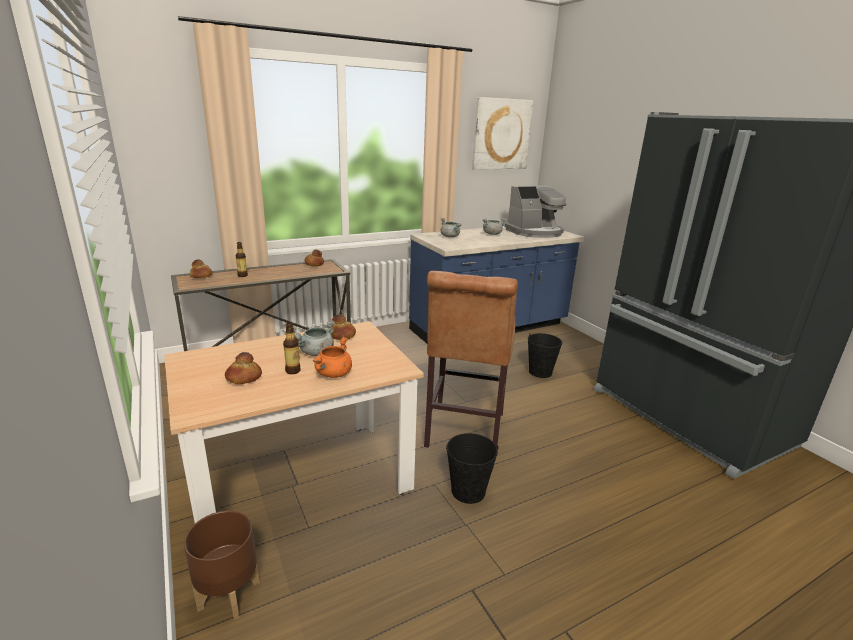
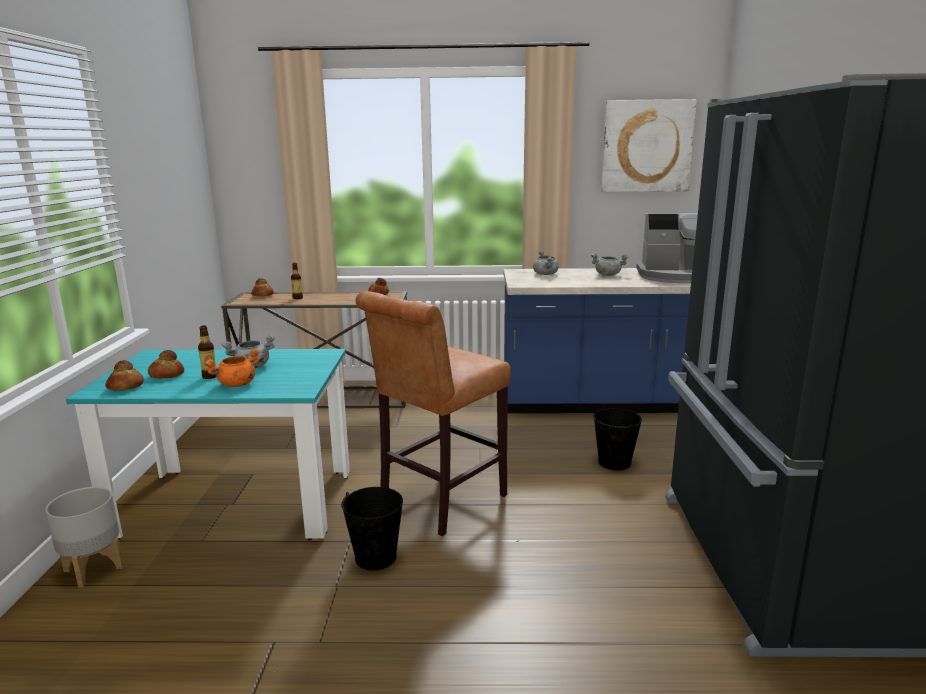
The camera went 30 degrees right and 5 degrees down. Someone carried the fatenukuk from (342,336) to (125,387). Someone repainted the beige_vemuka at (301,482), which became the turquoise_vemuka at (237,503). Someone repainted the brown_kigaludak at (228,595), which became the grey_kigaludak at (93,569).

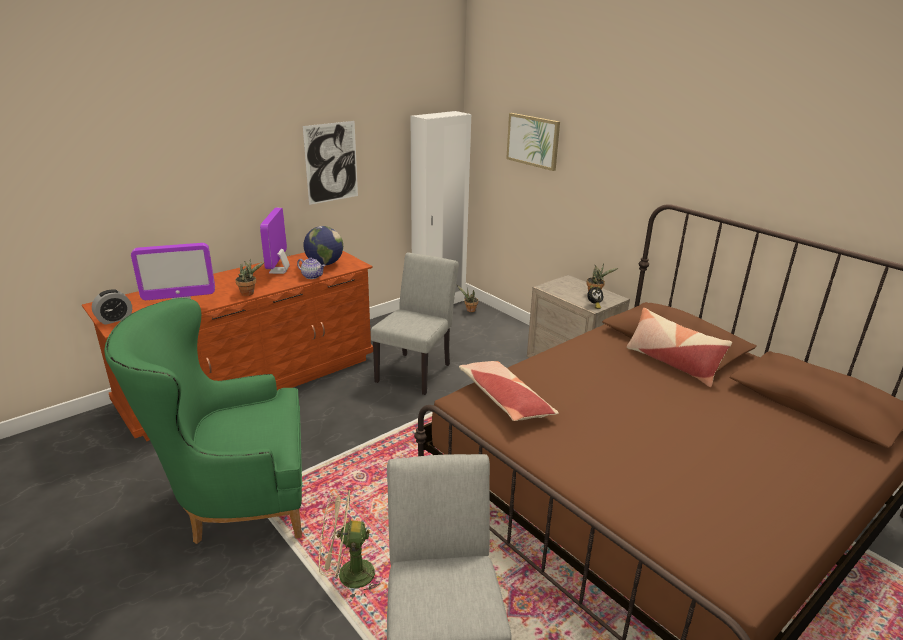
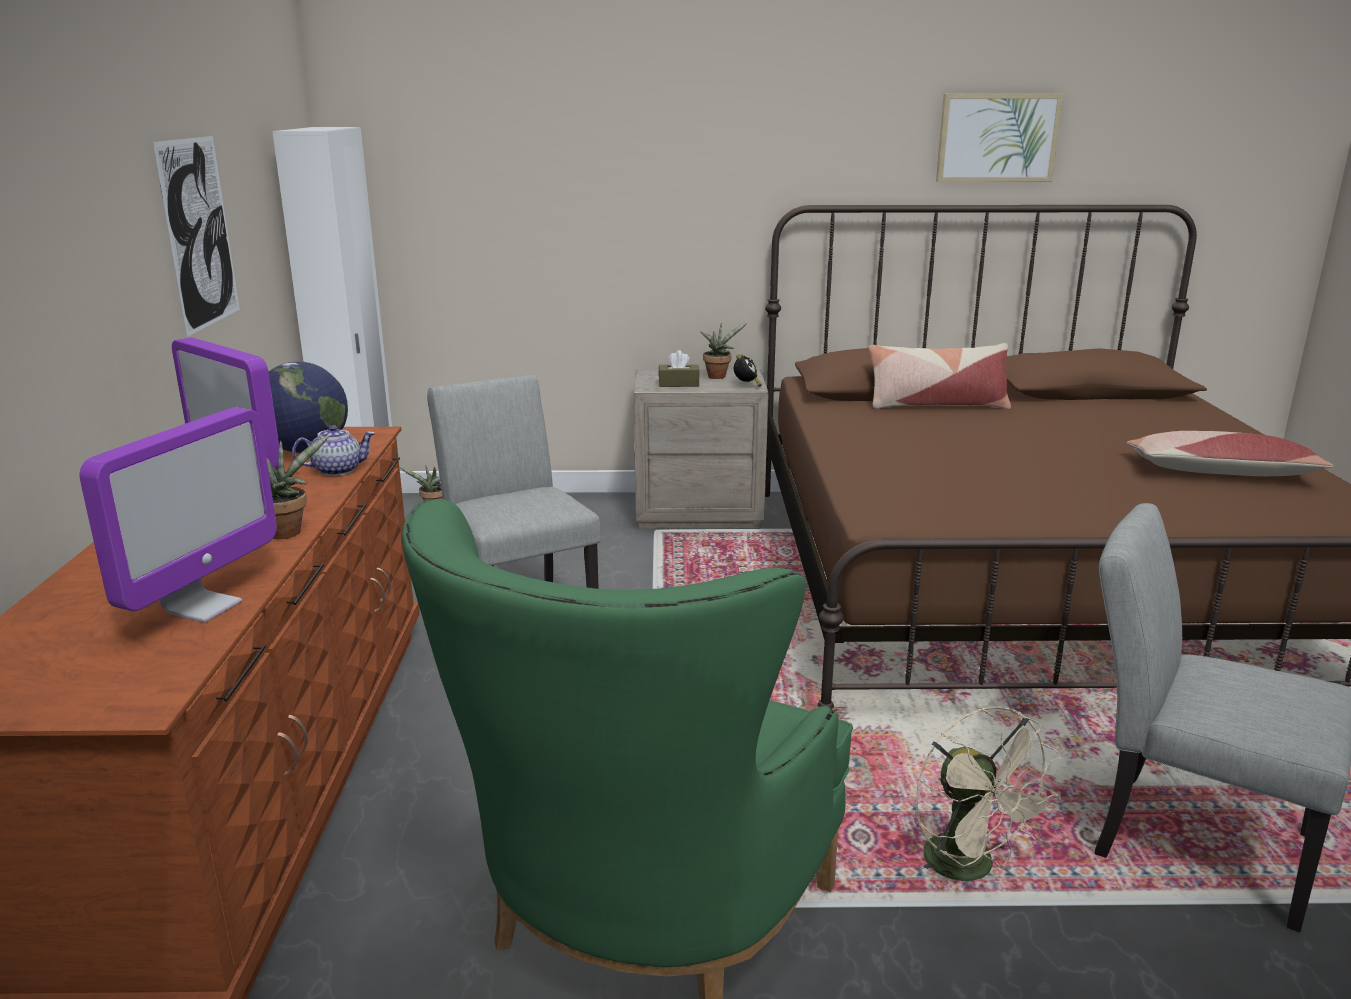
The camera went 50 degrees left and 5 degrees down. Someone took away the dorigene at (115,319). Someone put down the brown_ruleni at (678,384). Someone carried the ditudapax from (504,399) to (1220,473). Someone carried the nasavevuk from (533,141) to (997,138). Someone rotated the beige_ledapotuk at (347,576) by 60 degrees counterclockwise.

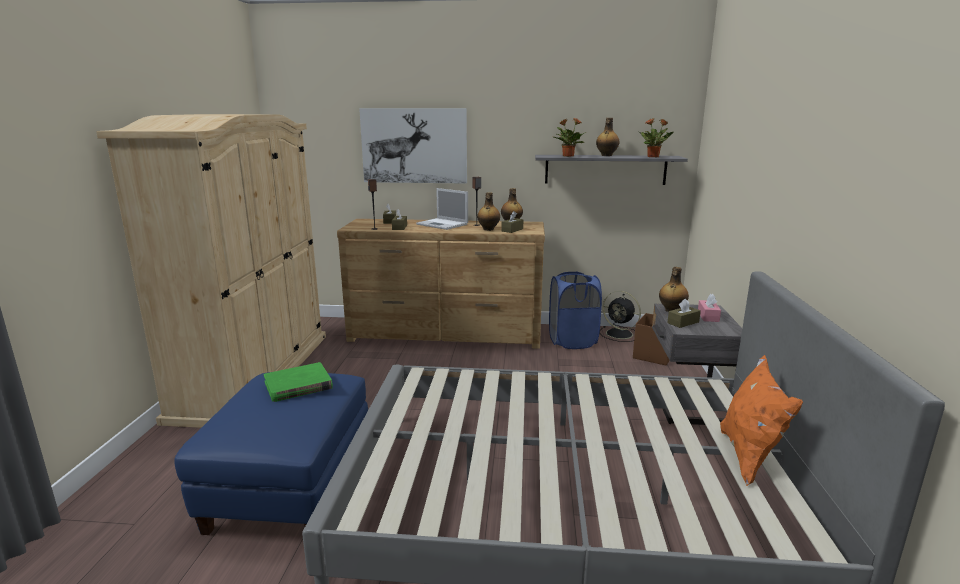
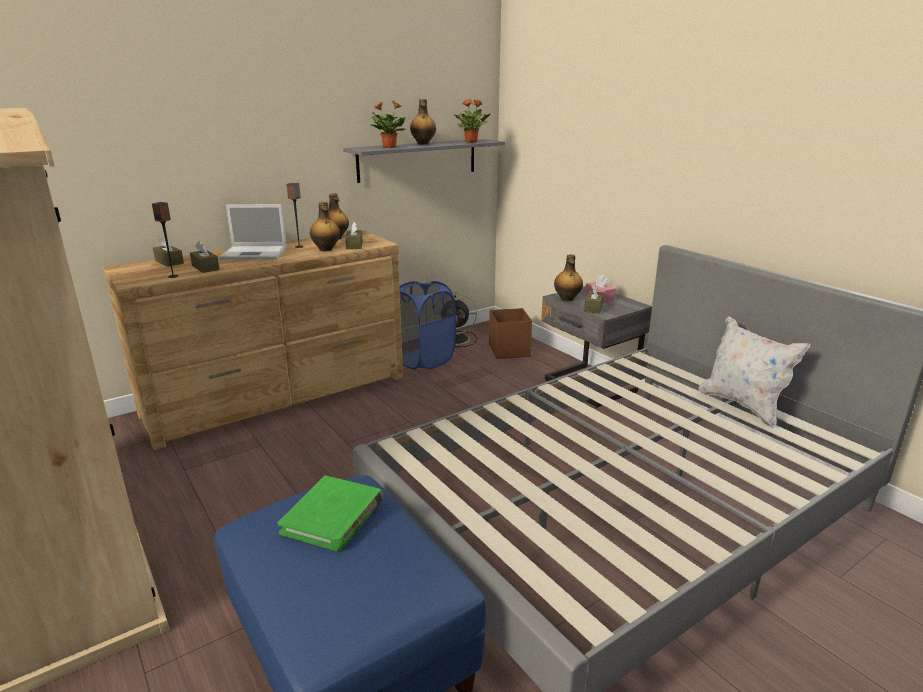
The camera went 40 degrees left and 5 degrees up. Someone took away the nasavevuk at (414,146). Someone repainted the orange_ditudapax at (749,456), which became the white_ditudapax at (742,406).

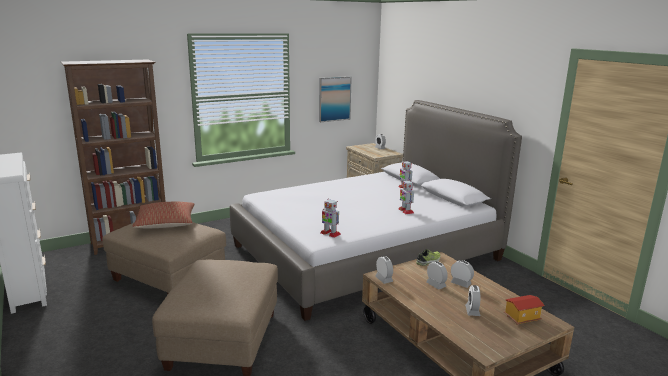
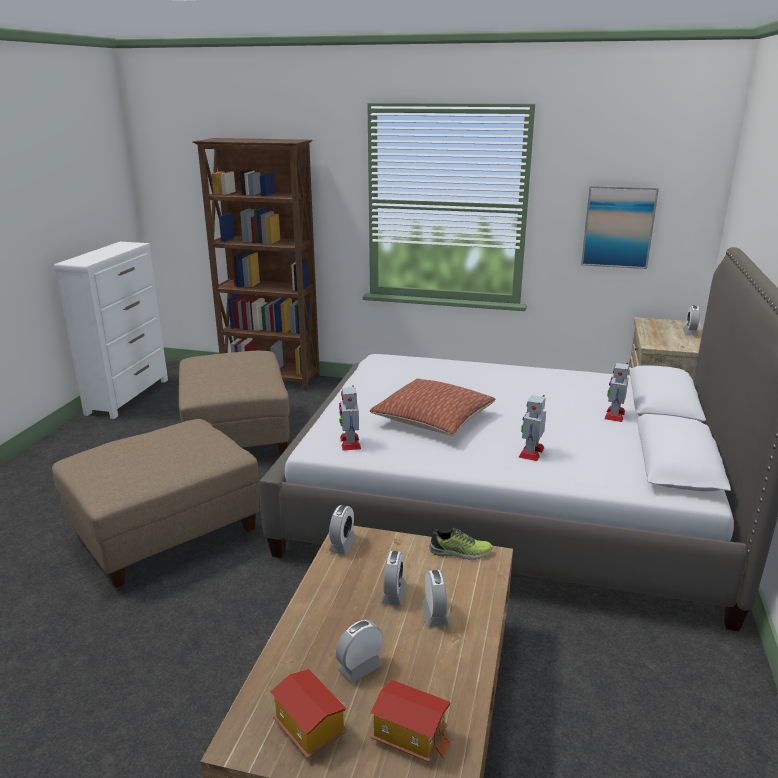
The camera went 45 degrees right and 5 degrees up. Someone put down the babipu at (308,729). Someone carried the ditudapax from (166,223) to (433,420).

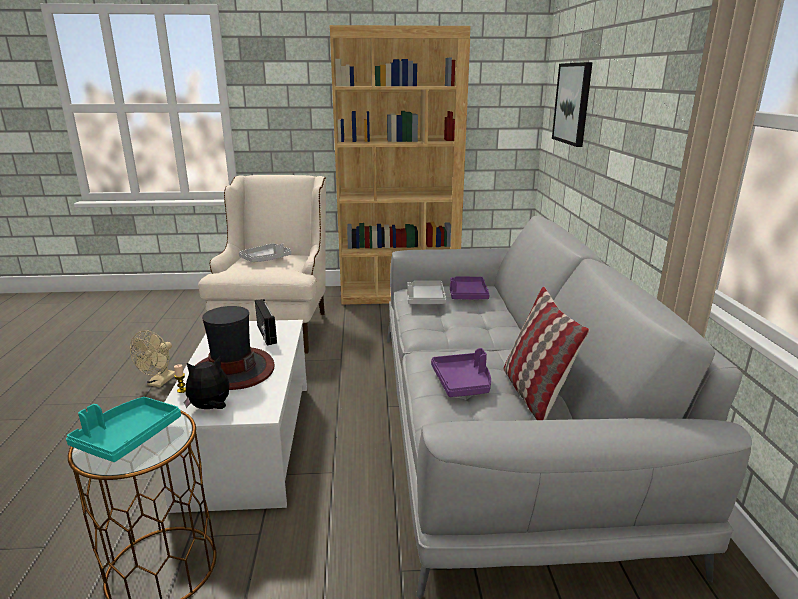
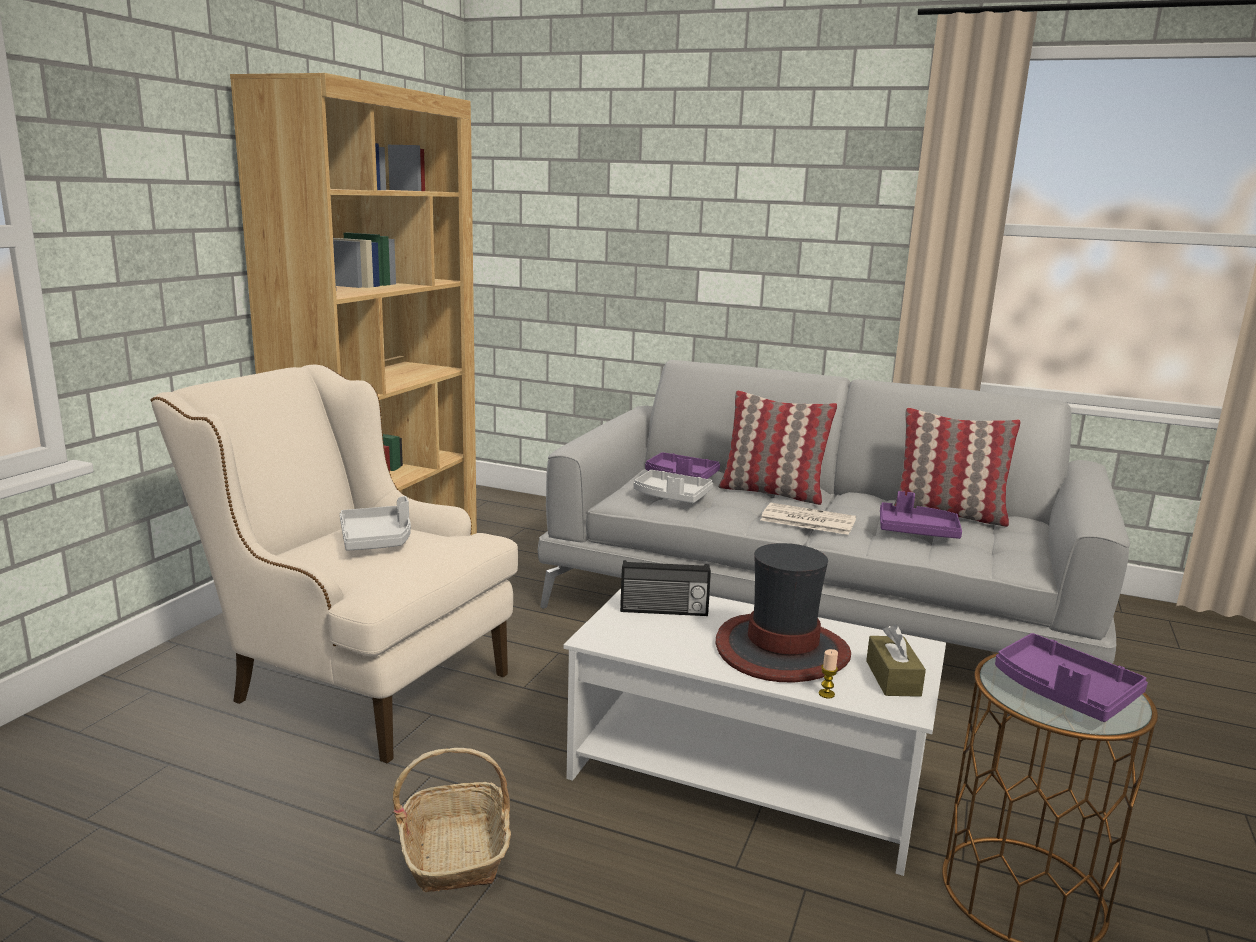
The camera went 65 degrees left and 5 degrees down. Someone took away the nasavevuk at (573,103). Someone put down the ditudapax at (772,492). Someone put down the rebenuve at (806,520). Someone swapped the beige_ledapotuk at (159,382) for the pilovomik at (456,850). Someone swapped the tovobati at (211,408) for the brown_ruleni at (893,678). Someone repainted the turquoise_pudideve at (127,437), which became the purple_pudideve at (1063,692).

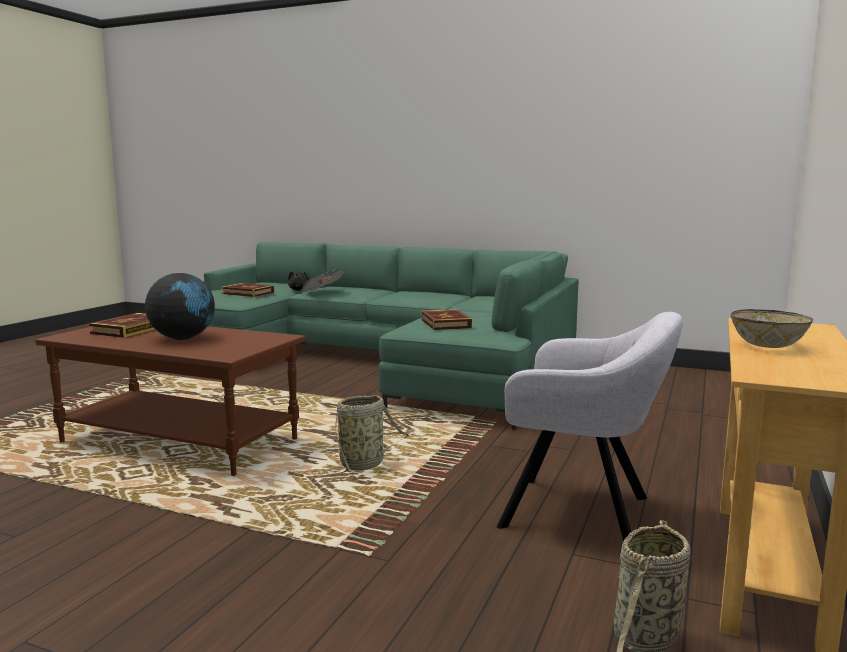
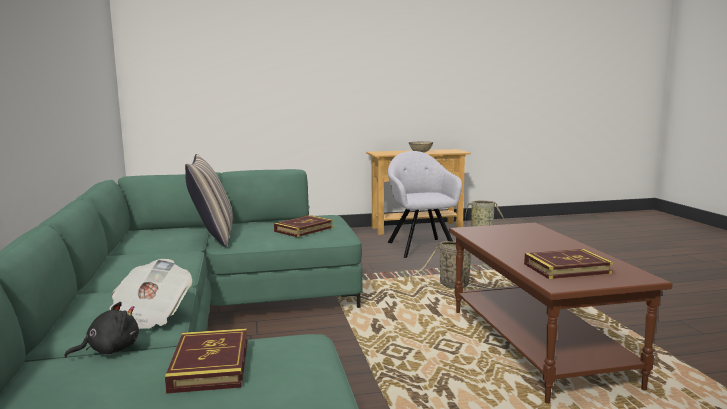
The camera went 125 degrees left and 0 degrees up. Someone took away the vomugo at (182,338). Someone put down the ditudapax at (213,237).

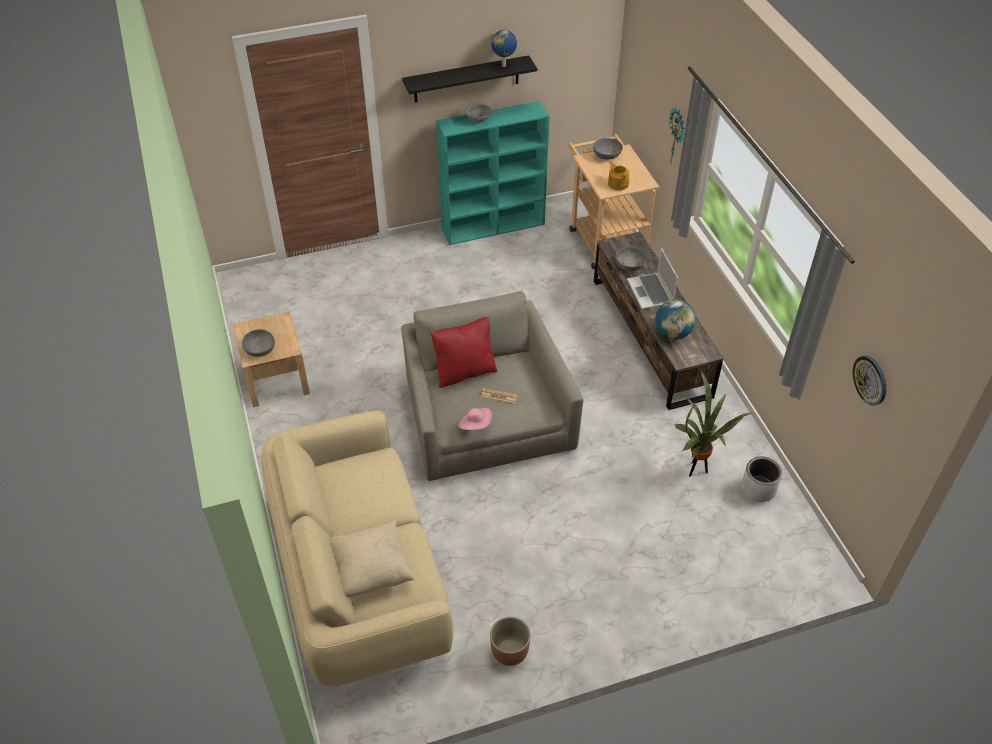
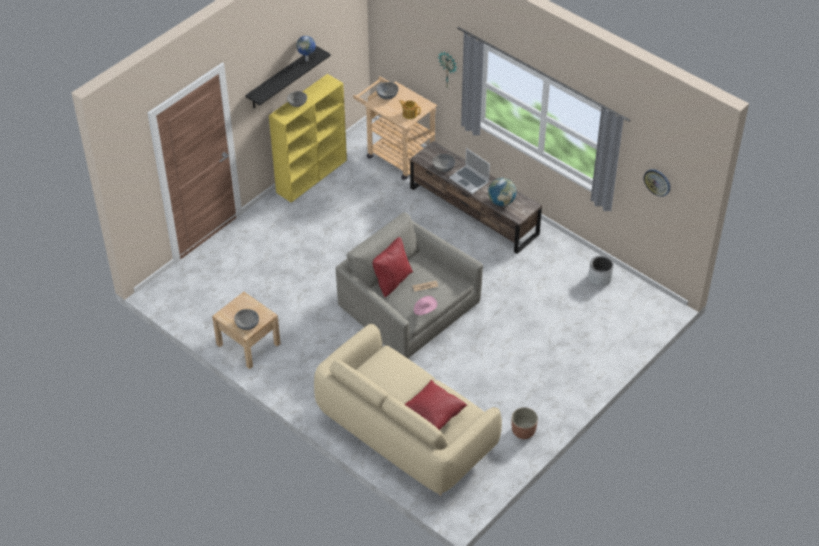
The camera went 30 degrees left and 0 degrees up. Someone took away the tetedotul at (696,469). Someone repainted the beige_ditudapax at (371,570), which became the red_ditudapax at (433,415). Someone repainted the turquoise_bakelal at (494,226), which became the yellow_bakelal at (312,175).

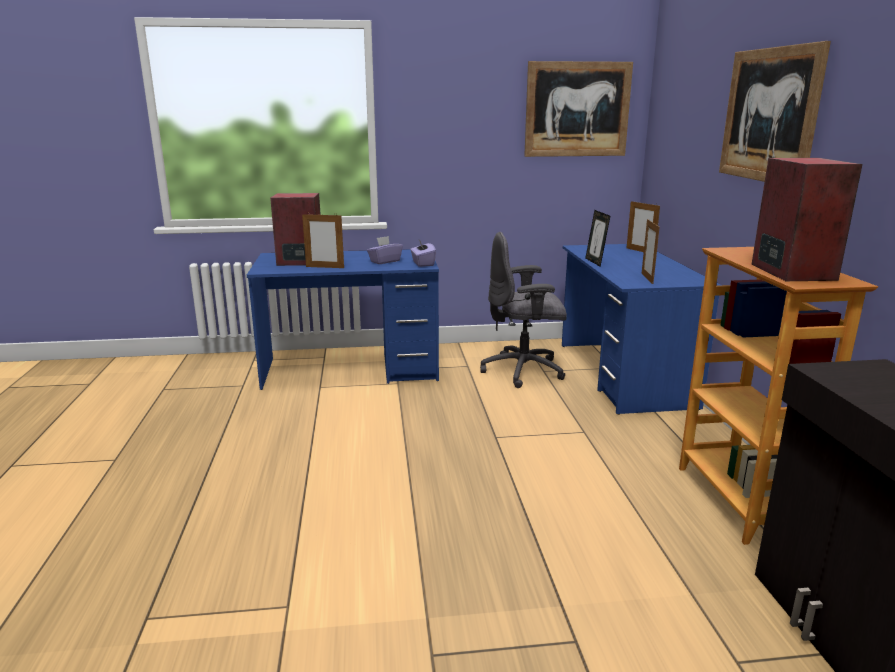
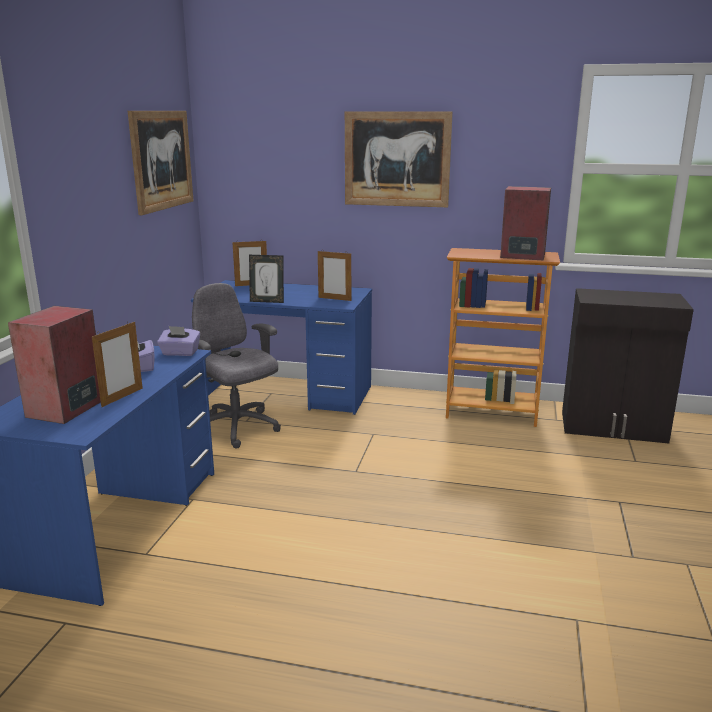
The camera went 70 degrees left and 0 degrees up. Someone rotated the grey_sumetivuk at (524,371) by 120 degrees clockwise.

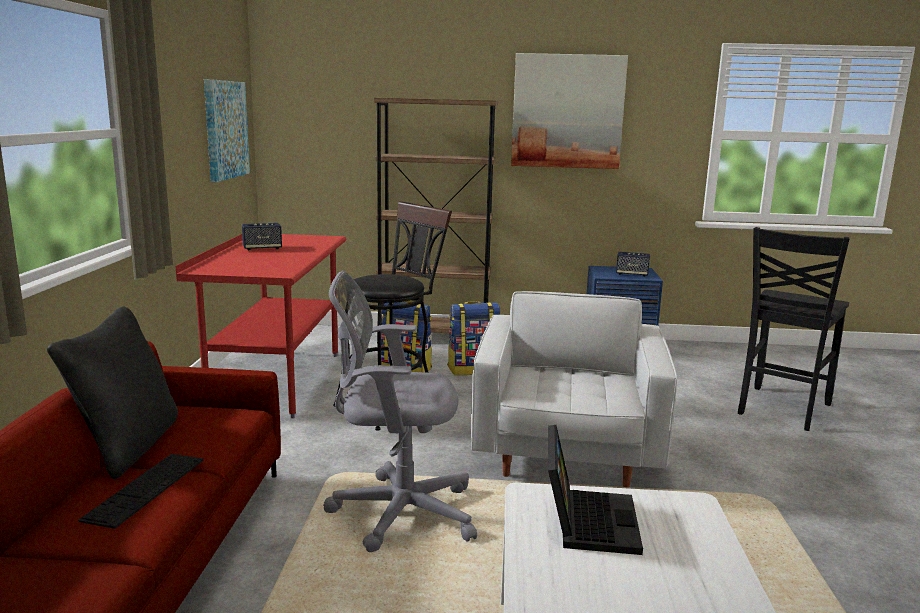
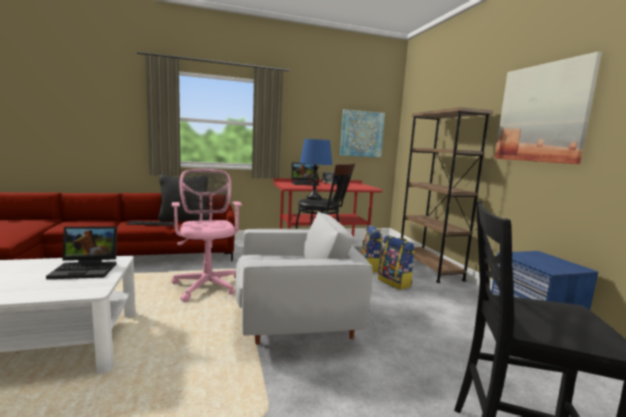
The camera went 70 degrees right and 5 degrees down. Someone took away the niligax at (632,274). Someone put down the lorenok at (305,183). Someone put down the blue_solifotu at (314,198). Someone repainted the grey_sumetivuk at (397,512), which became the pink_sumetivuk at (207,284).

